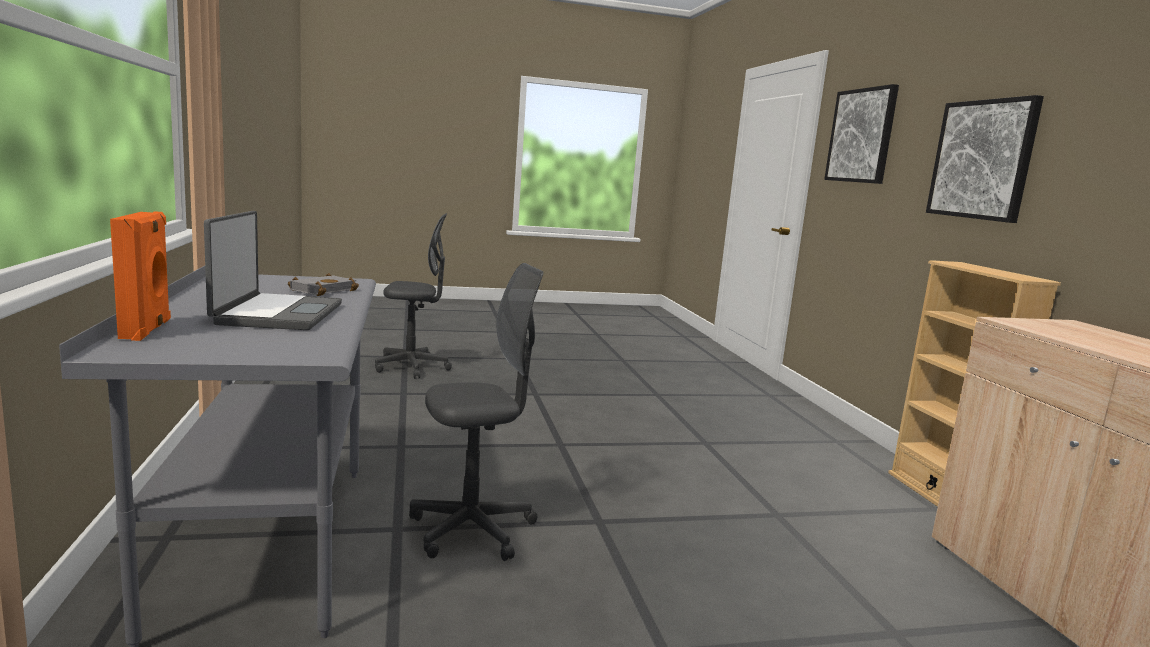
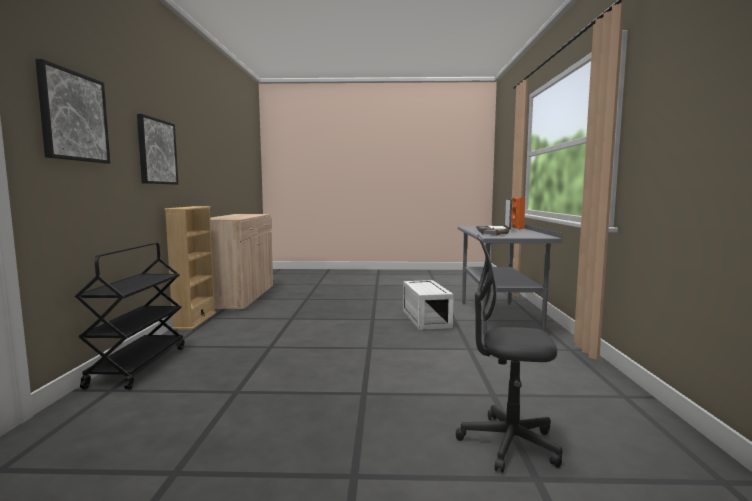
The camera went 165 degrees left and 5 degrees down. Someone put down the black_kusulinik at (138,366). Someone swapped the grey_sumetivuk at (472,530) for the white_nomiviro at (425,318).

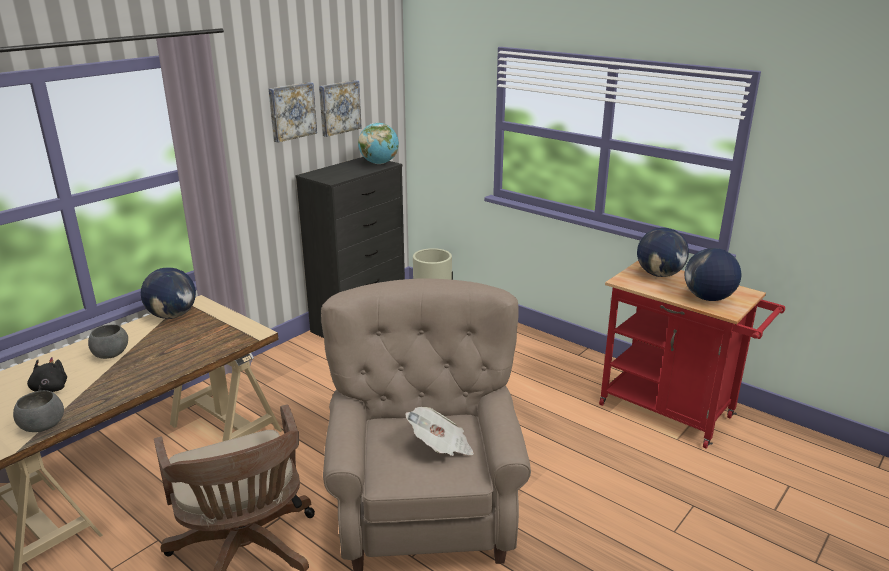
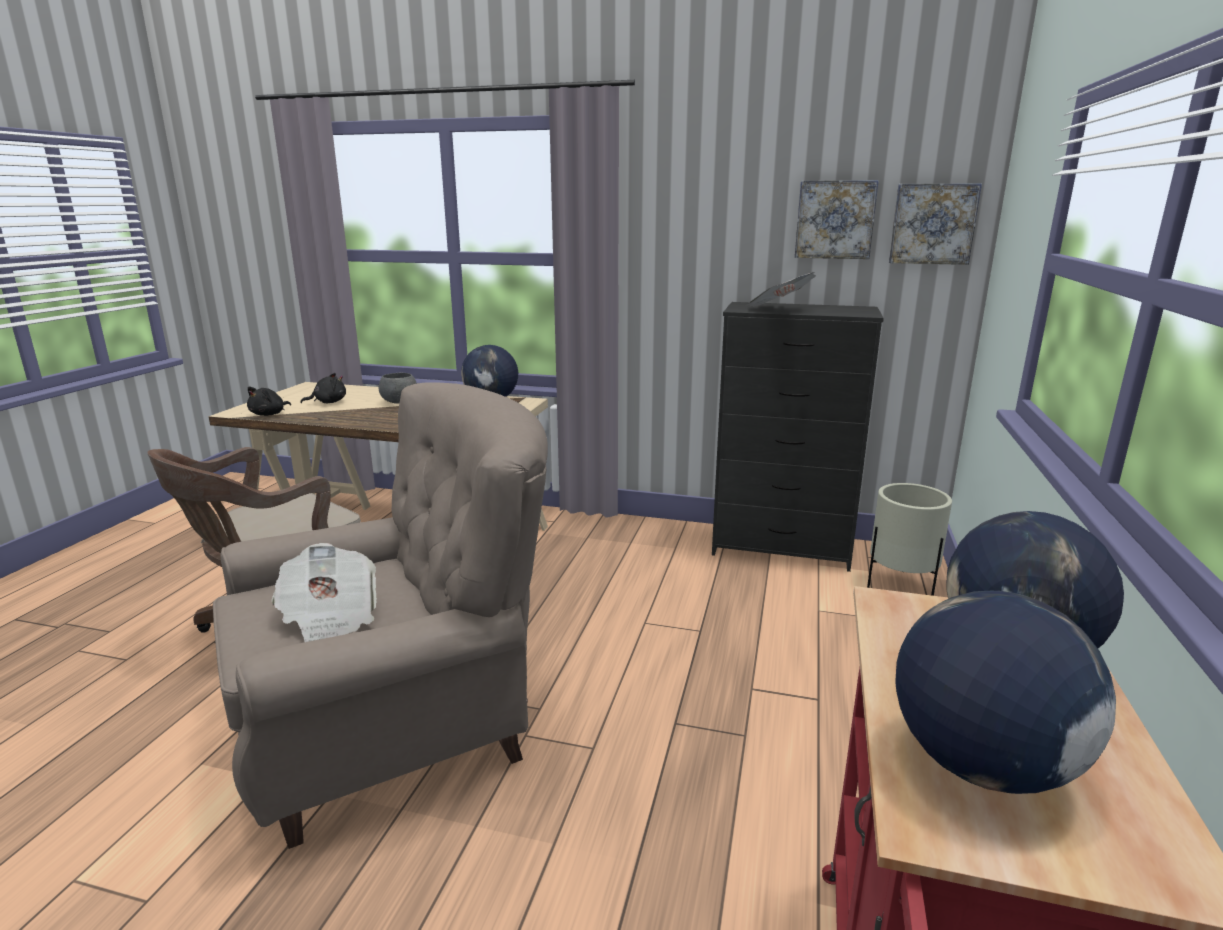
The camera went 65 degrees right and 5 degrees down. Someone took away the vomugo at (379,163). Someone put down the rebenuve at (778,309). Someone carried the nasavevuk from (291,111) to (932,224). Someone swapped the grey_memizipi at (43,426) for the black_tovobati at (269,414).

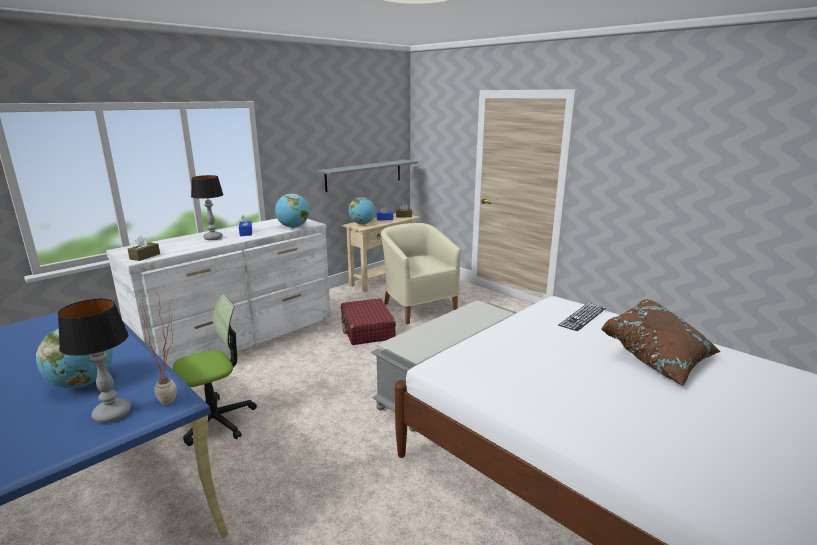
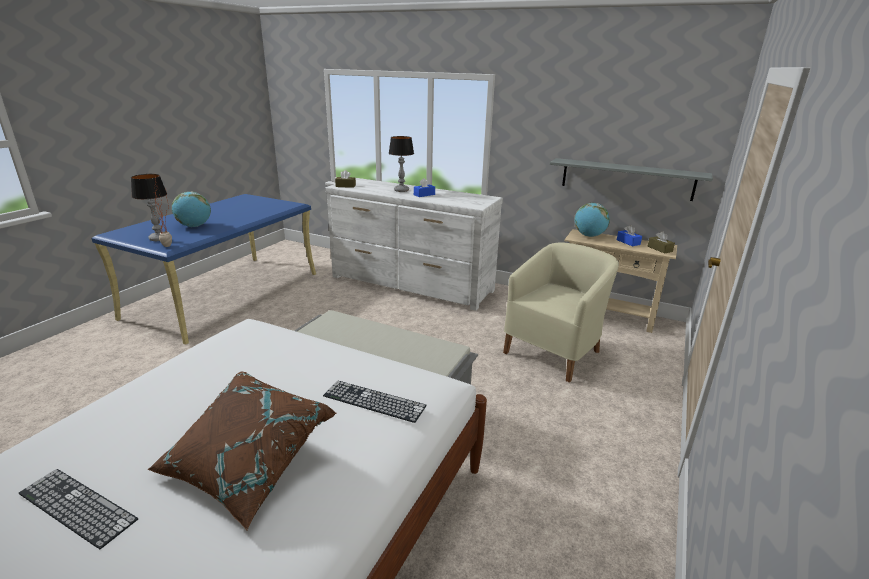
The camera went 70 degrees right and 5 degrees up. Someone took away the sumetivuk at (216,421). Someone took away the vomugo at (293,227). Someone took away the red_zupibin at (367,330). Someone put down the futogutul at (77,506).

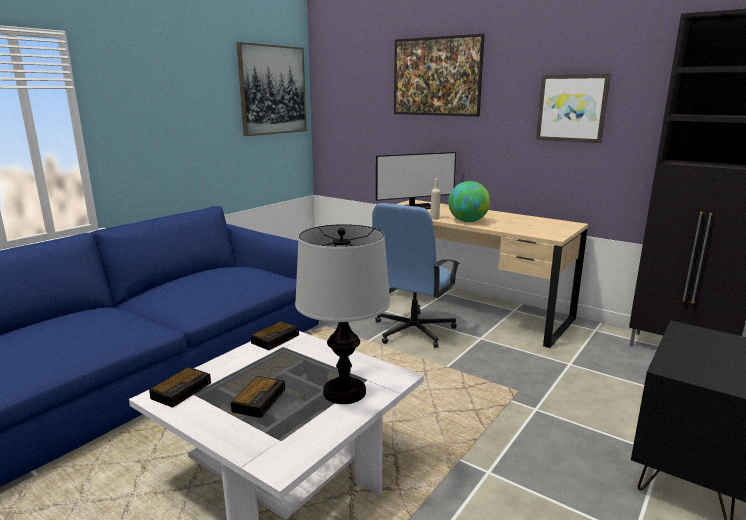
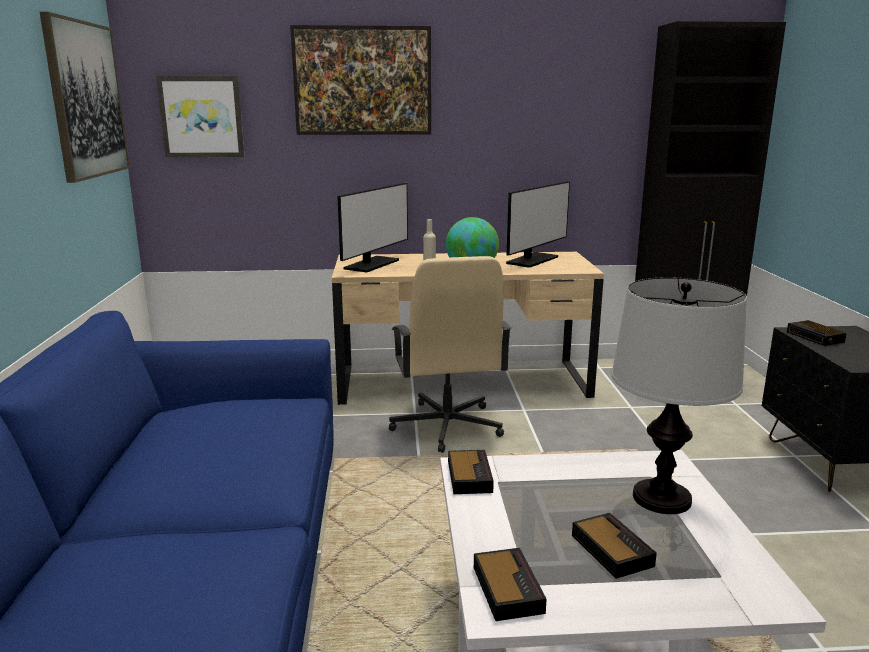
The camera went 40 degrees left and 0 degrees up. Someone put down the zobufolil at (532,260). Someone put down the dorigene at (816,337). Someone carried the nasavevuk from (572,108) to (201,117). Someone repainted the blue_sumetivuk at (412,330), which became the beige_sumetivuk at (446,426).

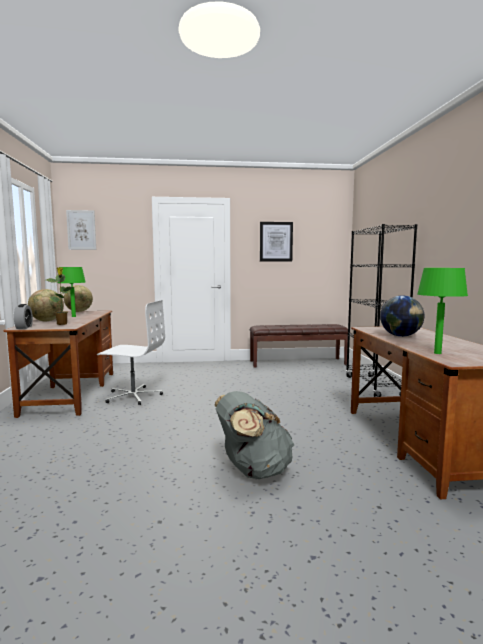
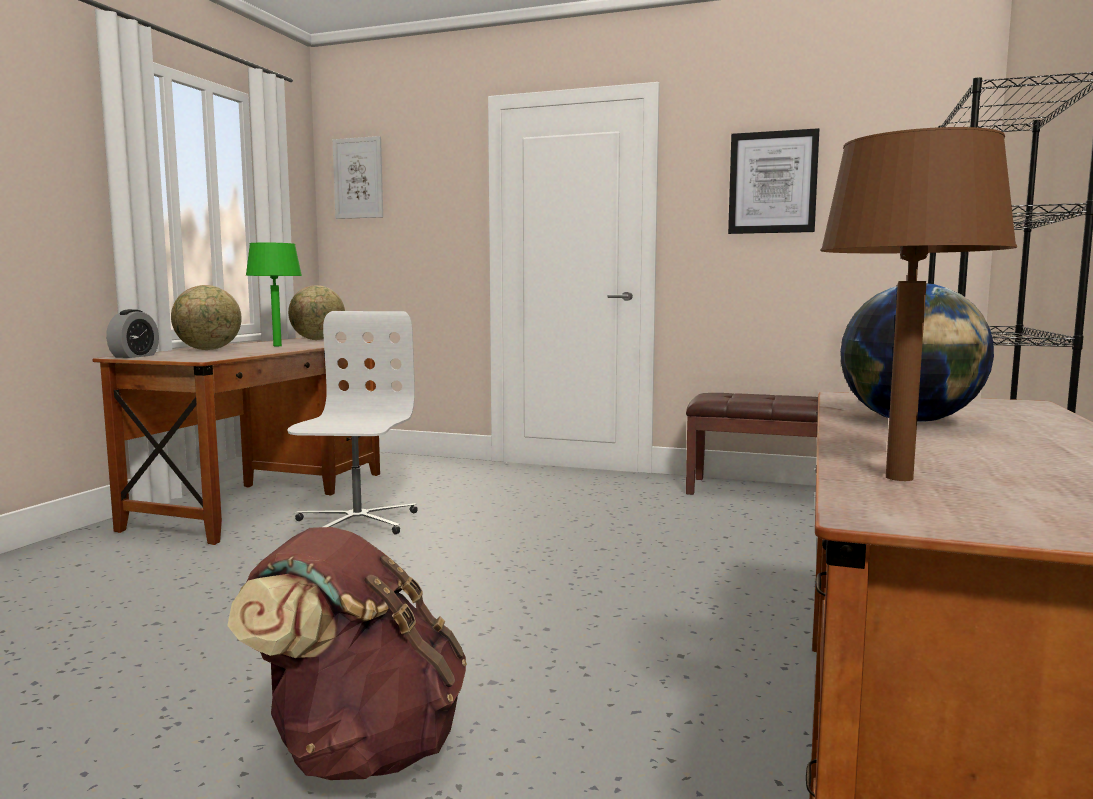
The camera went 25 degrees right and 0 degrees up. Someone took away the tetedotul at (62,324). Someone repainted the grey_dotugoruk at (253,470), which became the brown_dotugoruk at (359,750). Someone repainted the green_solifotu at (437,353), which became the brown_solifotu at (899,477). Someone rotated the white_sumetivuk at (133,396) by 120 degrees counterclockwise.

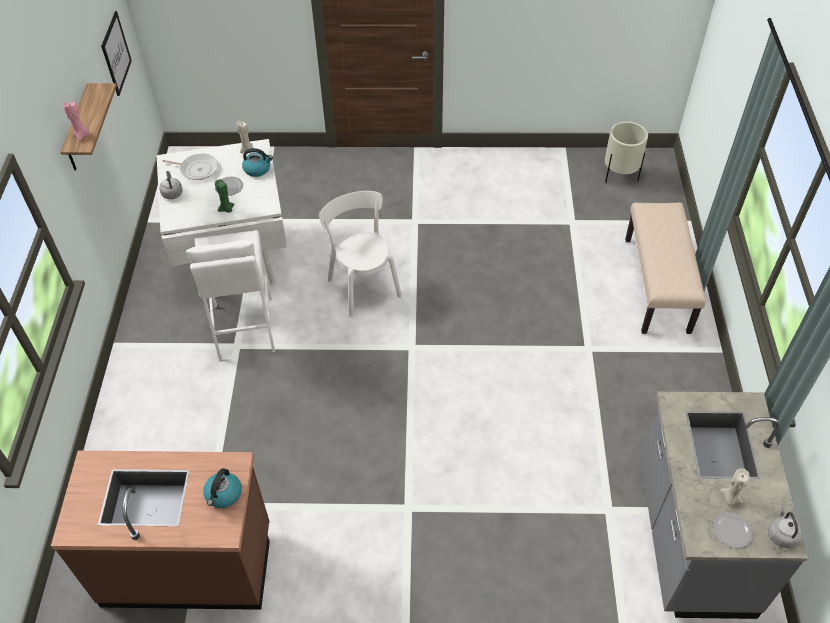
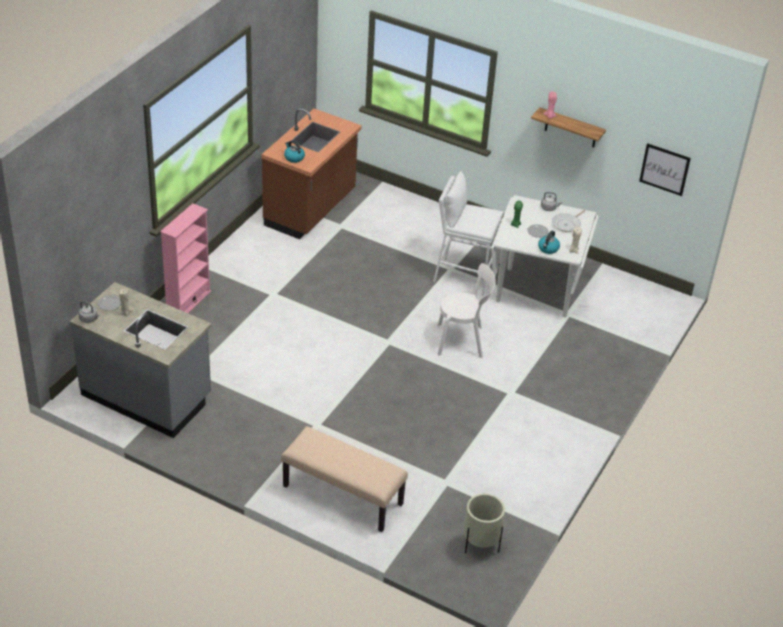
The camera went 115 degrees right and 10 degrees down. Someone put down the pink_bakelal at (188,302).

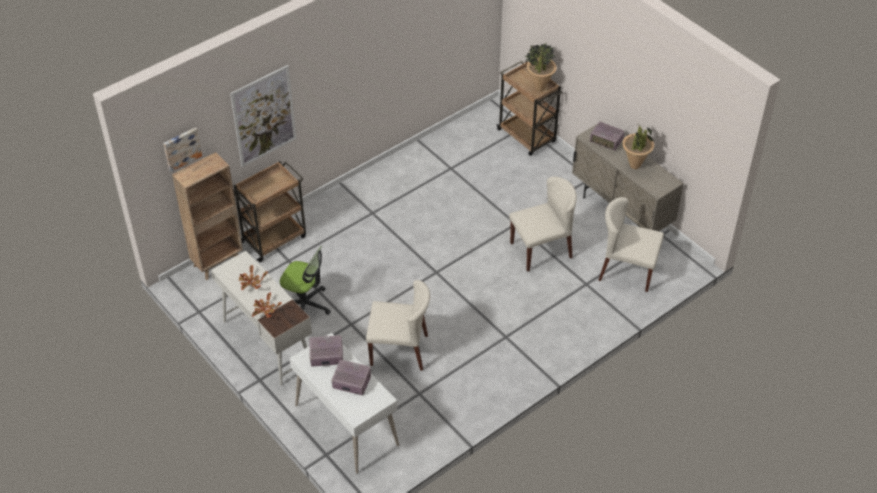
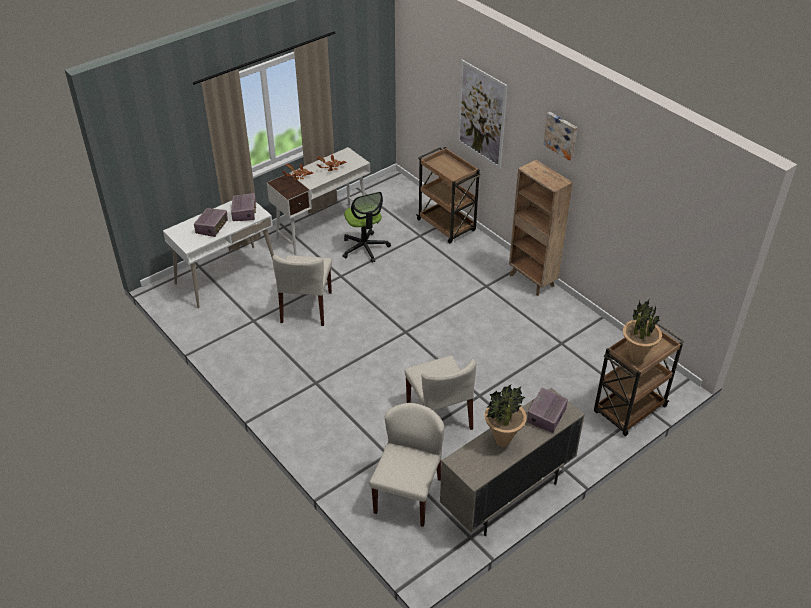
The camera went 90 degrees right and 5 degrees down. Someone carried the nasavevuk from (181,148) to (561,135). Someone carried the brown_bakelal from (218,262) to (532,281). Someone rotated the sumetivuk at (305,305) by 45 degrees counterclockwise.

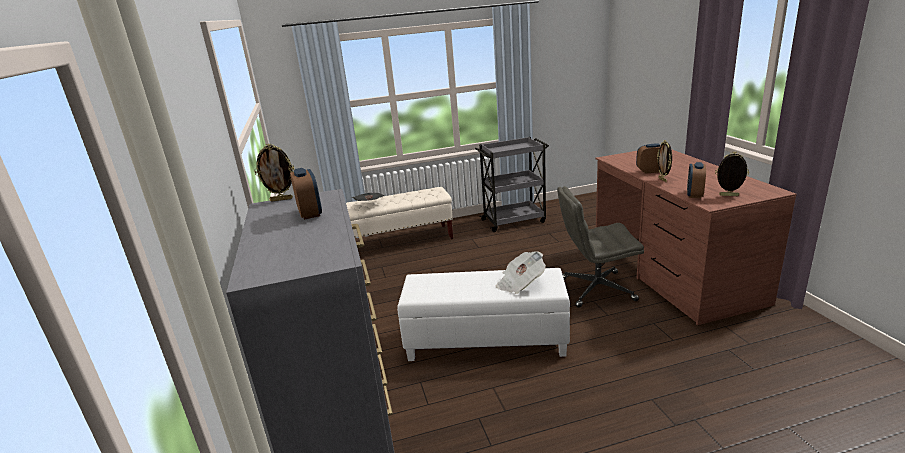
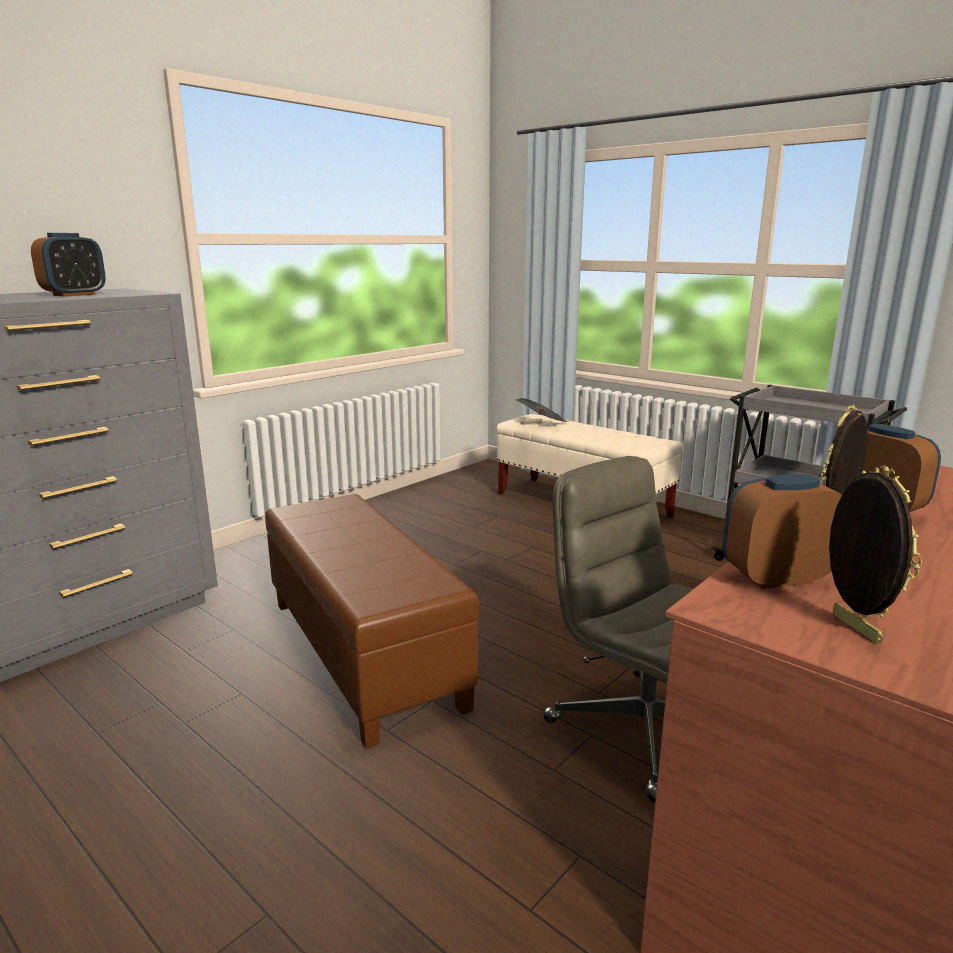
The camera went 55 degrees right and 5 degrees down. Someone took away the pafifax at (281,199). Someone took away the rebenuve at (520,284). Someone repainted the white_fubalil at (485,341), which became the brown_fubalil at (361,652).

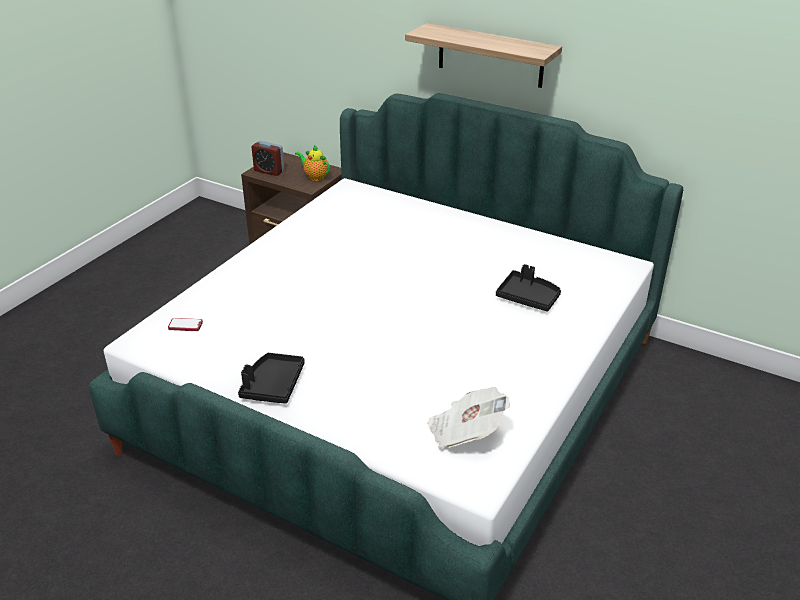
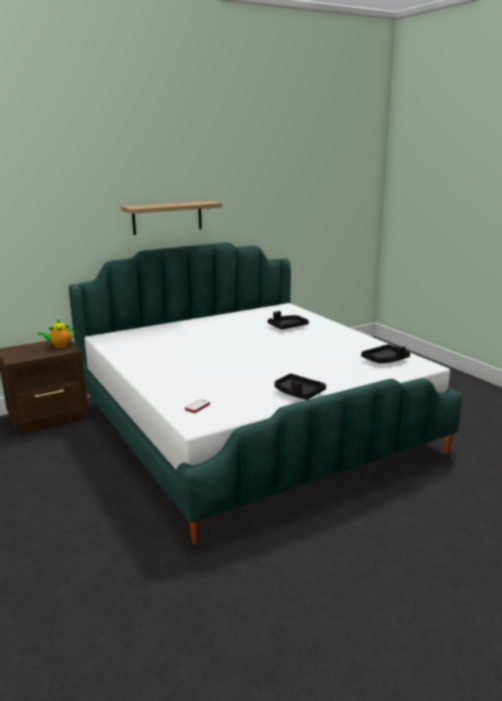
The camera went 60 degrees left and 15 degrees down. Someone took away the dorigene at (269,171). Someone swapped the rebenuve at (465,432) for the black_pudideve at (385,360).

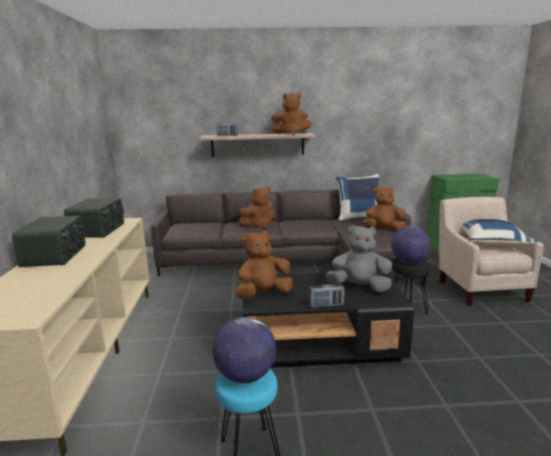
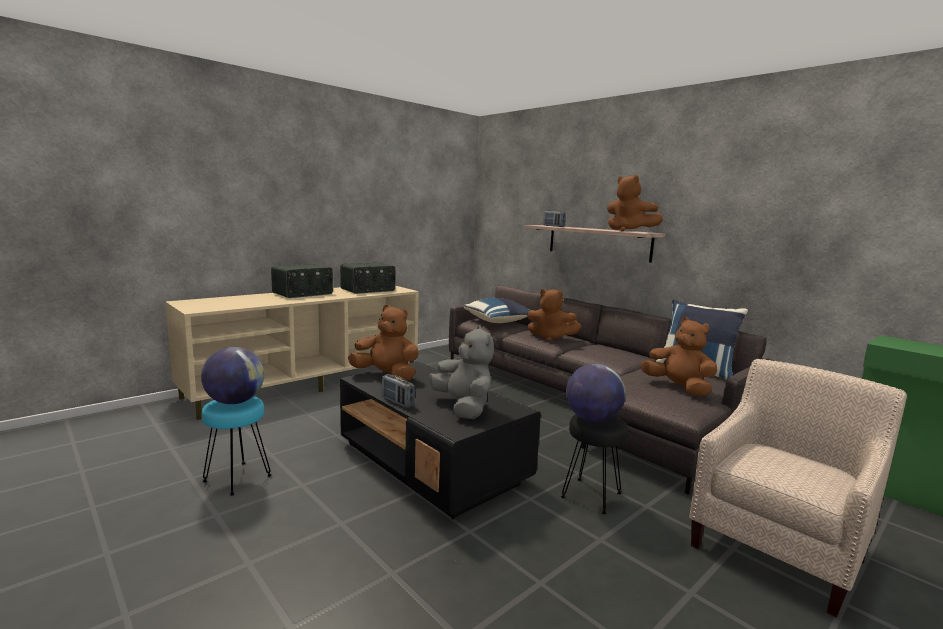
The camera went 50 degrees right and 5 degrees down. Someone carried the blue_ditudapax from (492,244) to (498,322).

